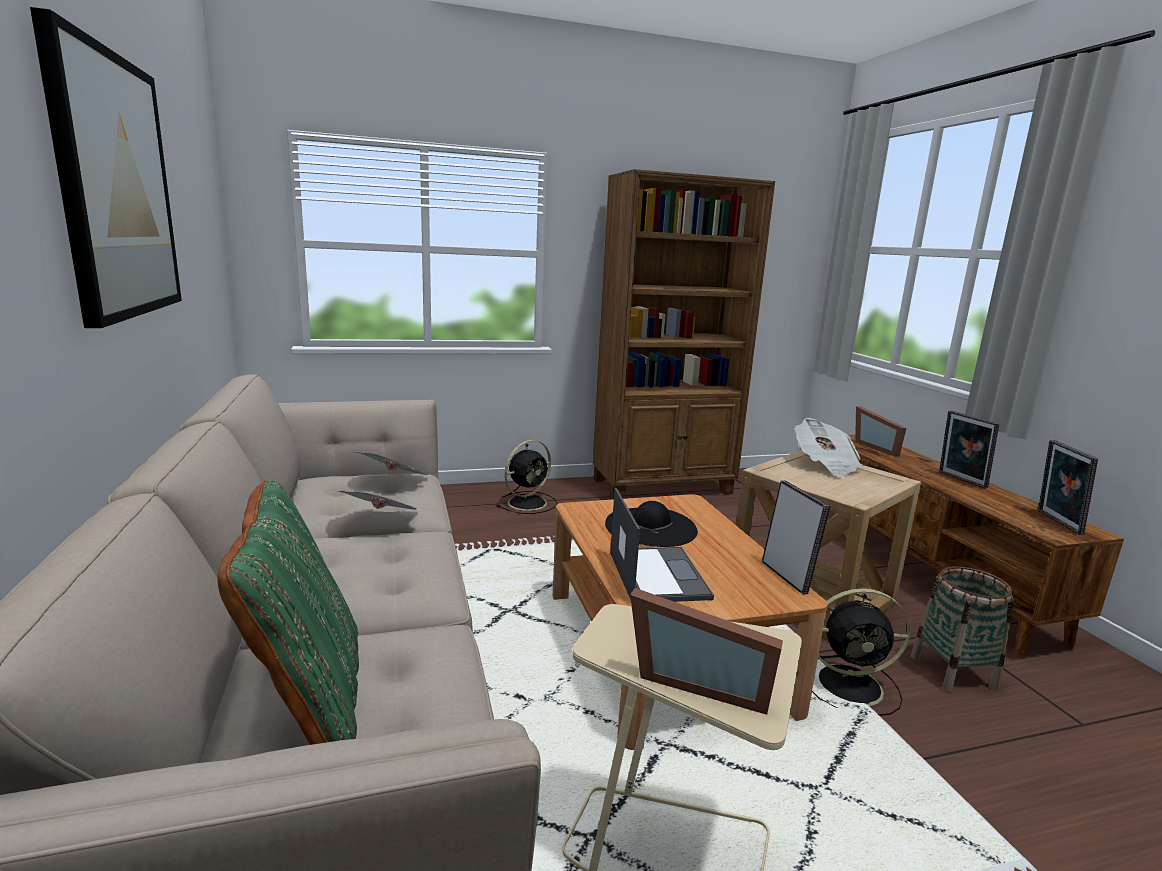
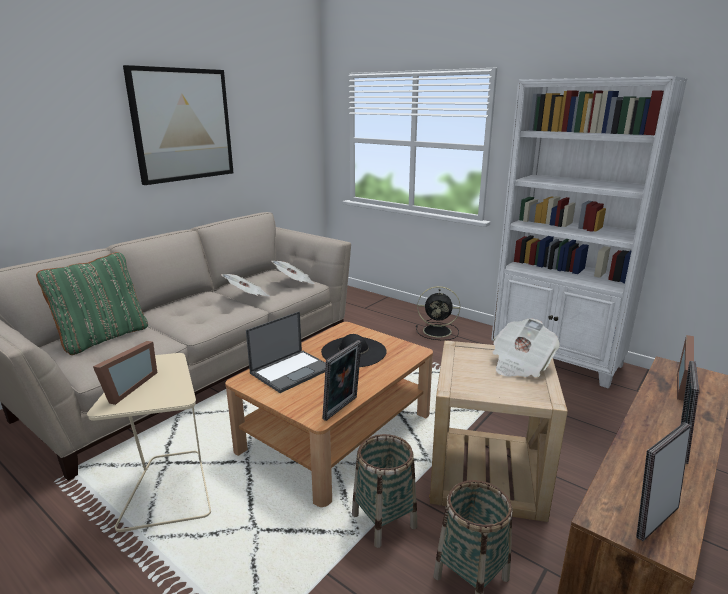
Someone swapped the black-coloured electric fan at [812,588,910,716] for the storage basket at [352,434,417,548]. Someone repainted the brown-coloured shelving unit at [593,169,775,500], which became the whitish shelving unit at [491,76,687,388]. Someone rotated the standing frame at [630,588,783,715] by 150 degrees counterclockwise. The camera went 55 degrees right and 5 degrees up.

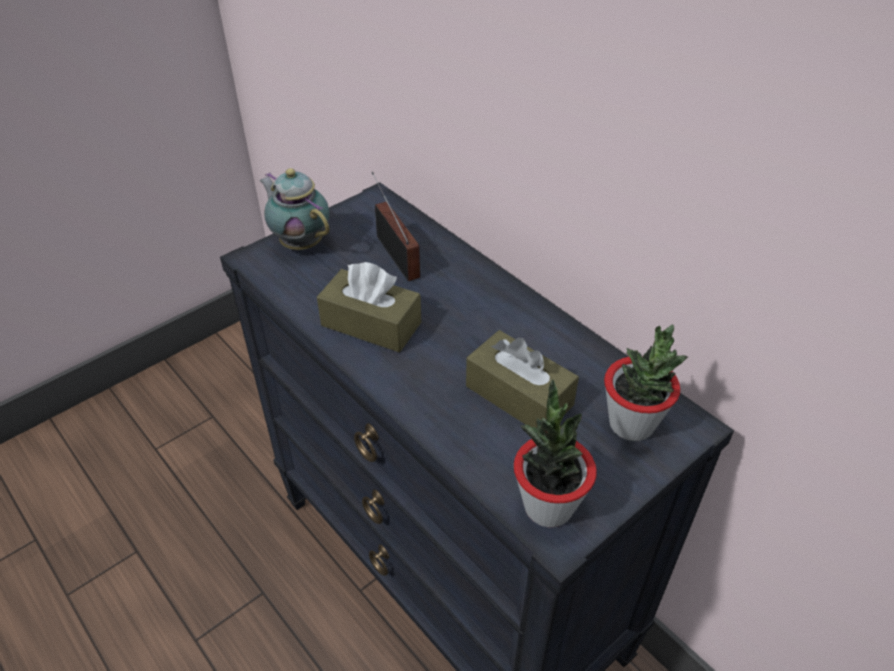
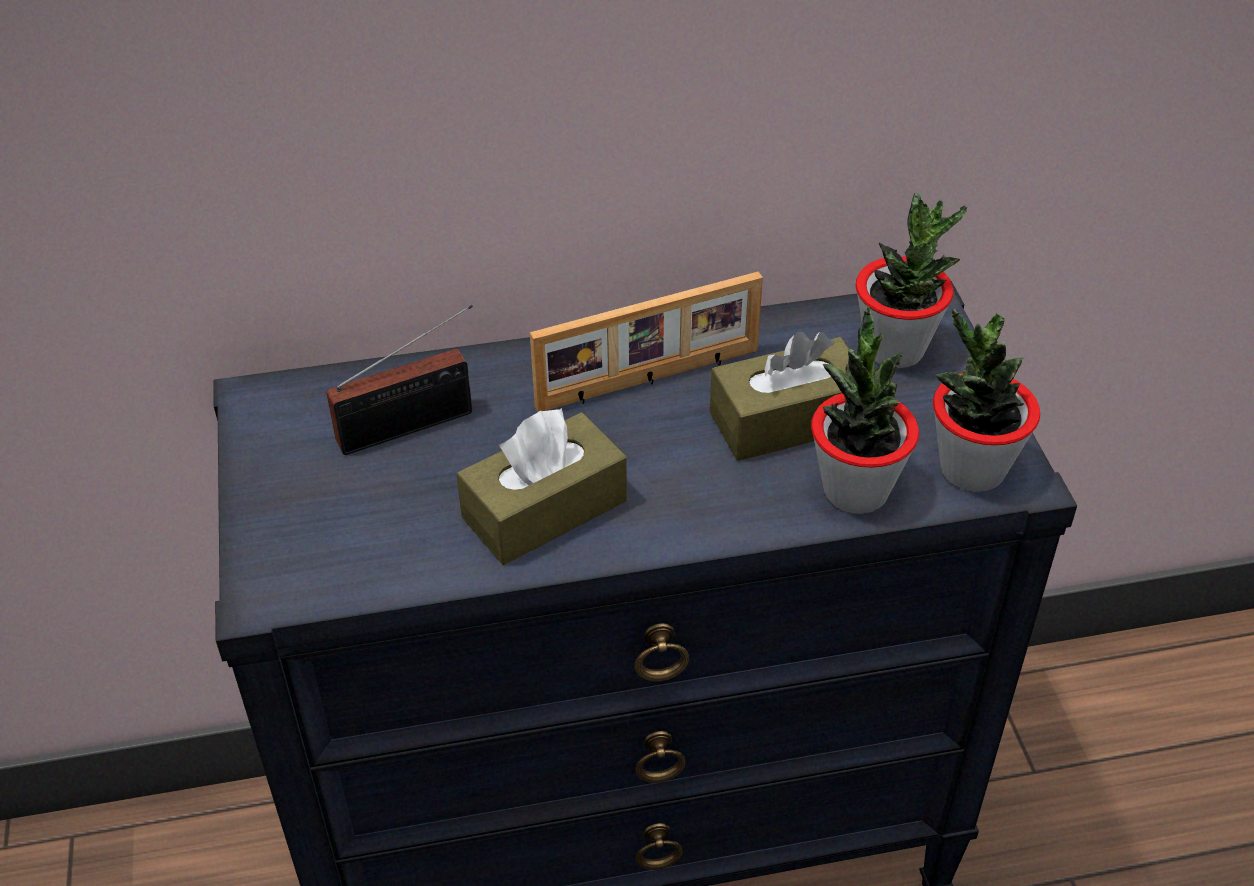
Someone took away the tea pot at [259,168,330,250]. Someone put down the standing frame at [530,272,763,412]. Someone put down the houseplant at [811,306,919,514]. Someone rotated the radio receiver at [372,172,420,281] by 150 degrees clockwise. The camera went 60 degrees left and 0 degrees up.

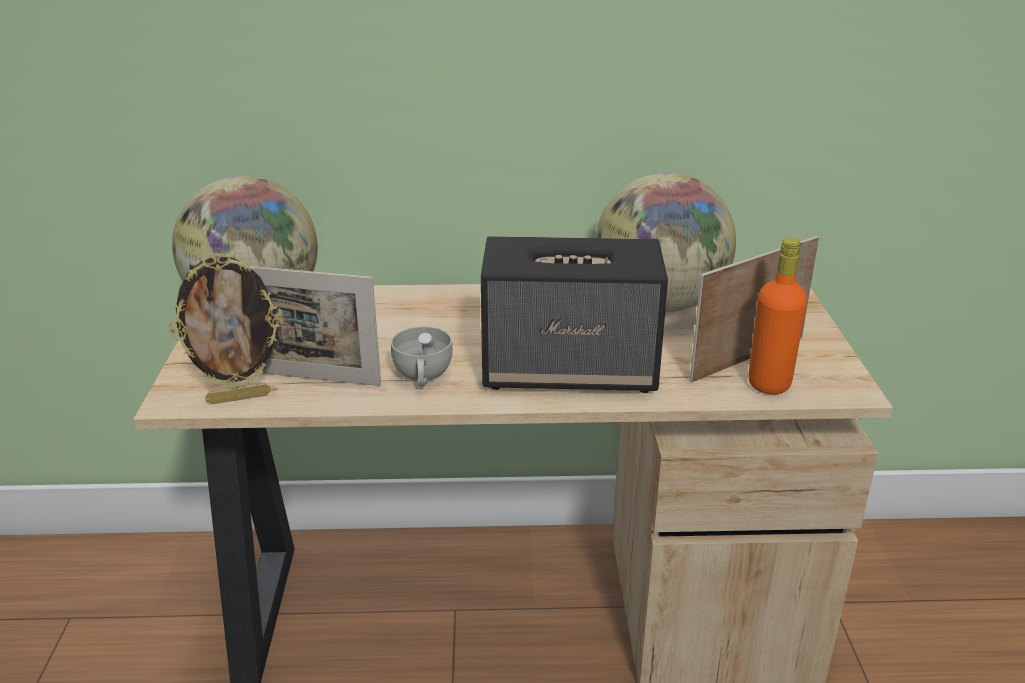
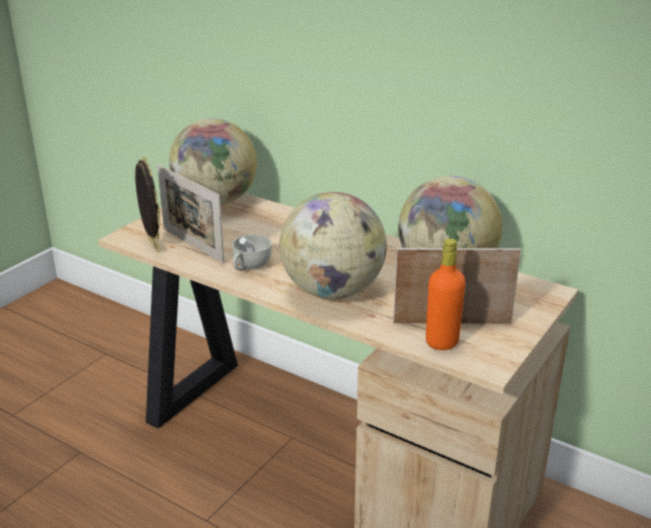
Someone swapped the loudspeaker at [481,236,668,393] for the desk globe at [280,192,387,299]. Someone rotated the standing frame at [169,252,283,404] by 135 degrees counterclockwise. The camera went 35 degrees right and 0 degrees up.

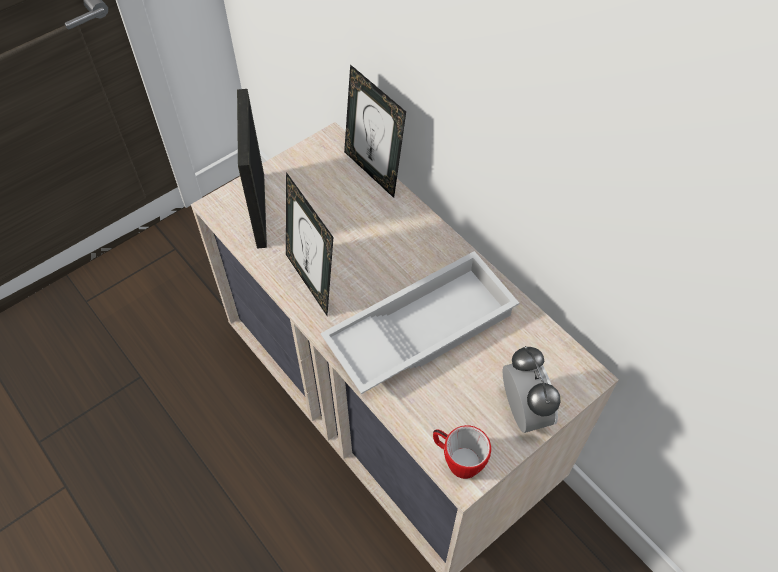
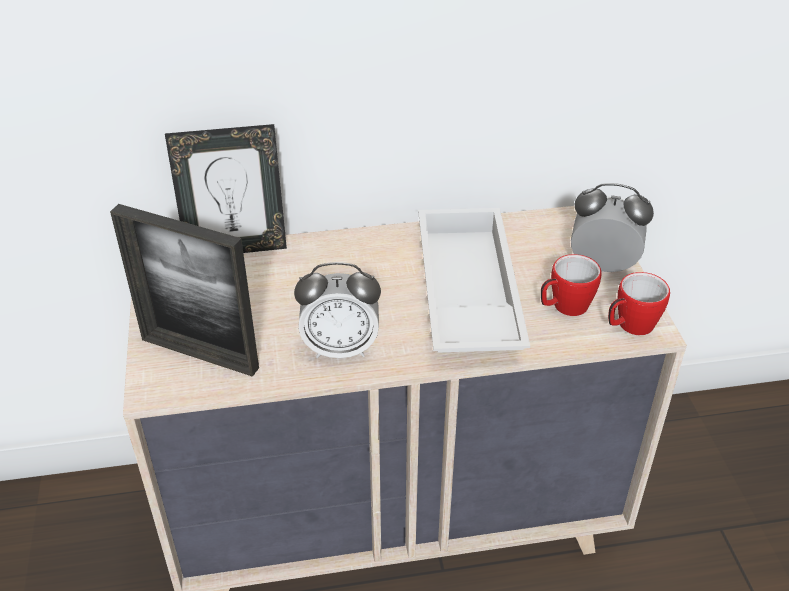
Someone put down the tea mug at [541,254,602,316]. Someone swapped the standing frame at [286,172,333,316] for the alarm clock at [294,262,381,358]. The camera went 60 degrees left and 15 degrees down.

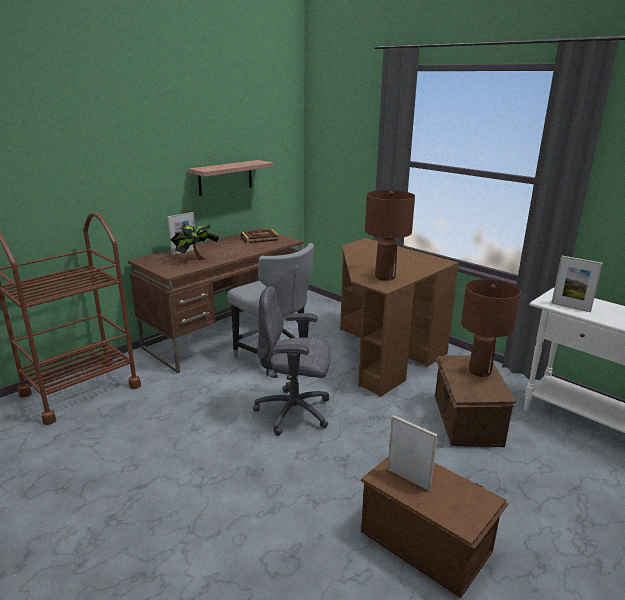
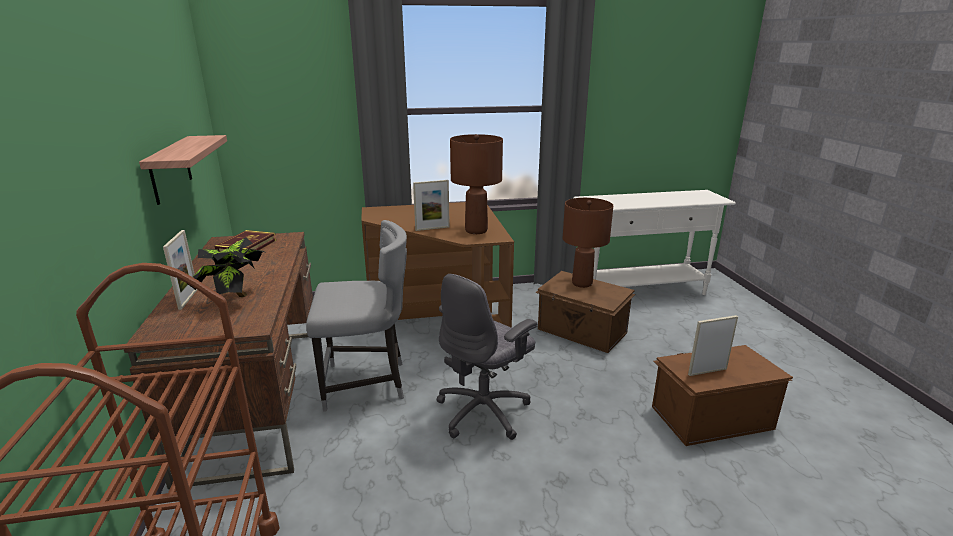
Someone carried the standing frame from [552,256,603,312] to [413,180,450,231]. The camera went 55 degrees left and 0 degrees up.

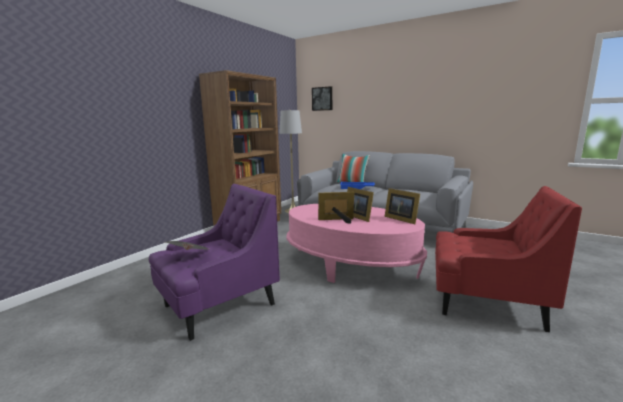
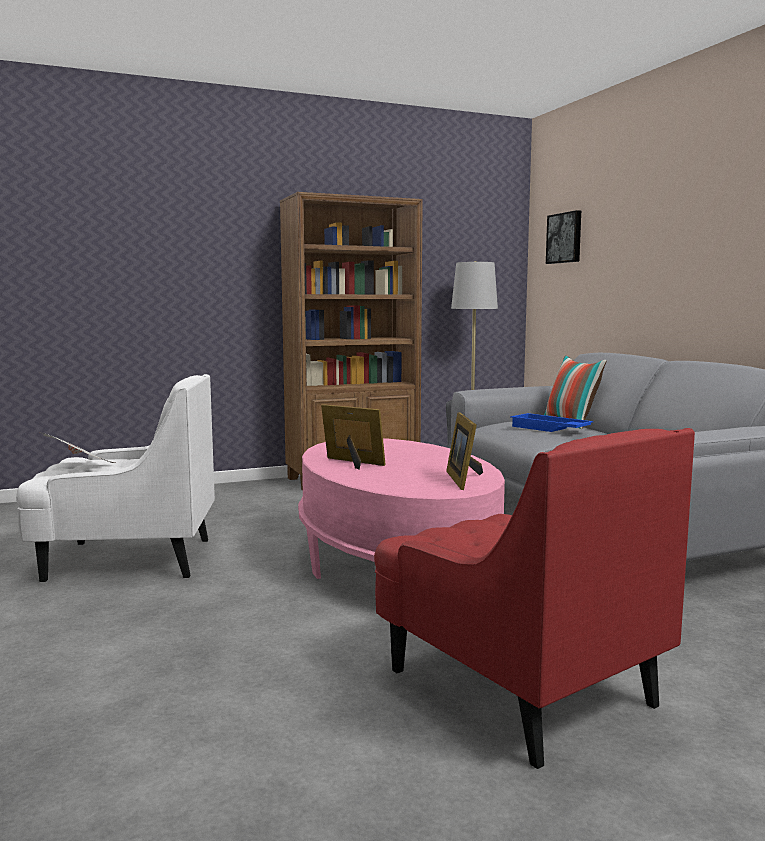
Someone took away the standing frame at [347,187,374,222]. Someone repainted the purple lounge chair at [149,184,280,341], which became the whitish lounge chair at [16,374,215,582]. The camera went 35 degrees right and 5 degrees down.

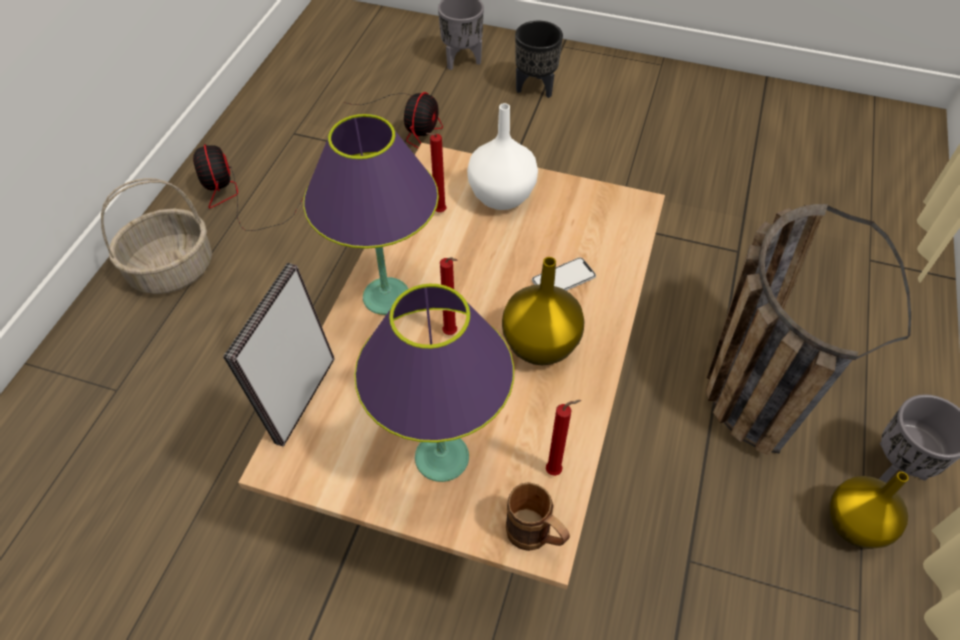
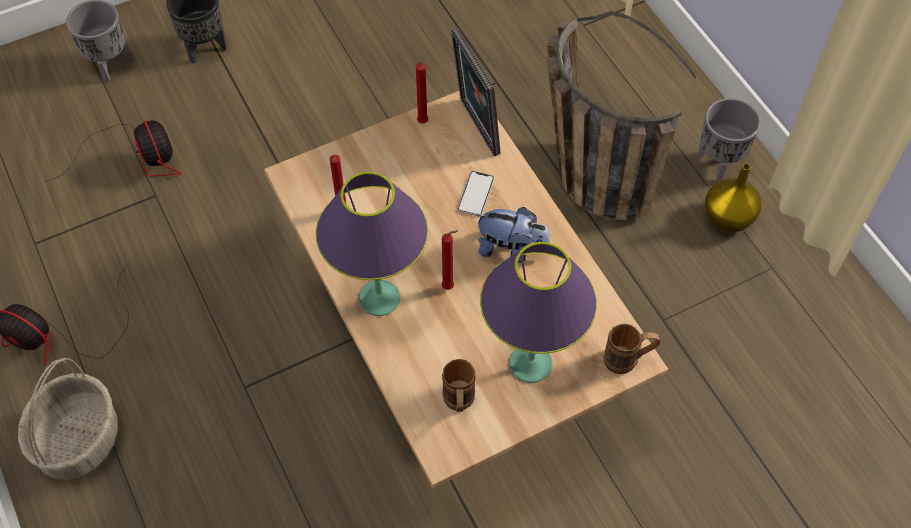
Someone took away the whitish flower vase at [467,103,538,210]. Someone put down the brown-coloured tea mug at [442,359,476,412]. Someone carried the standing frame from [223,263,334,447] to [451,28,501,156]. Someone carried the red-coloured wax light from [546,400,581,476] to [416,53,428,124]. Someone swapped the yellow-coloured flower vase at [502,257,585,365] for the plush toy at [475,207,550,263]. The camera went 45 degrees left and 5 degrees up.

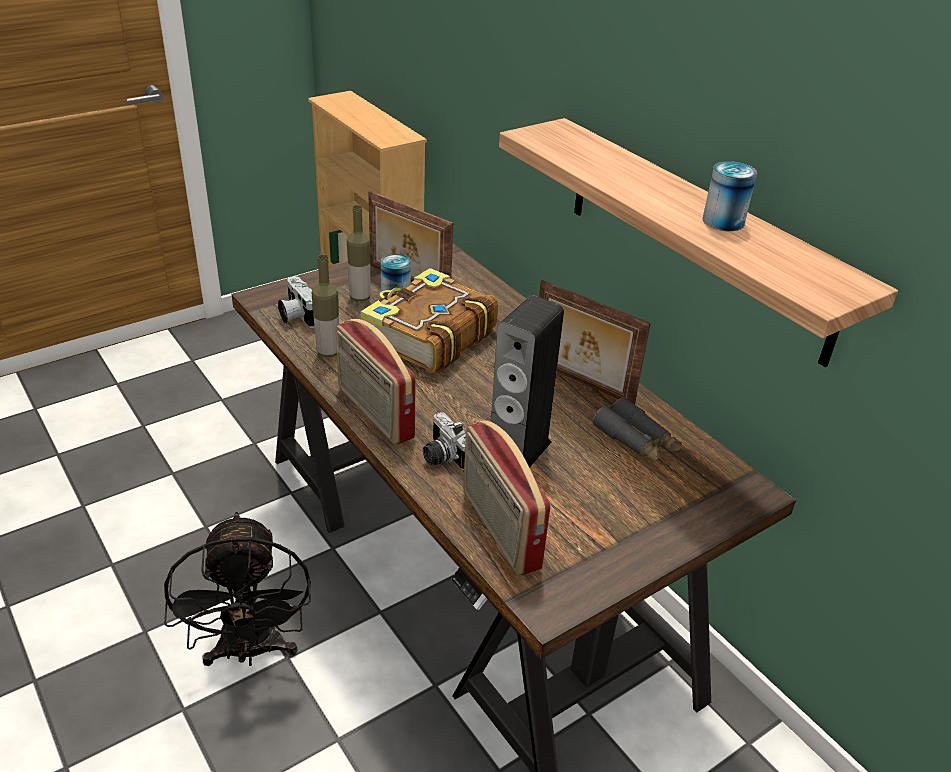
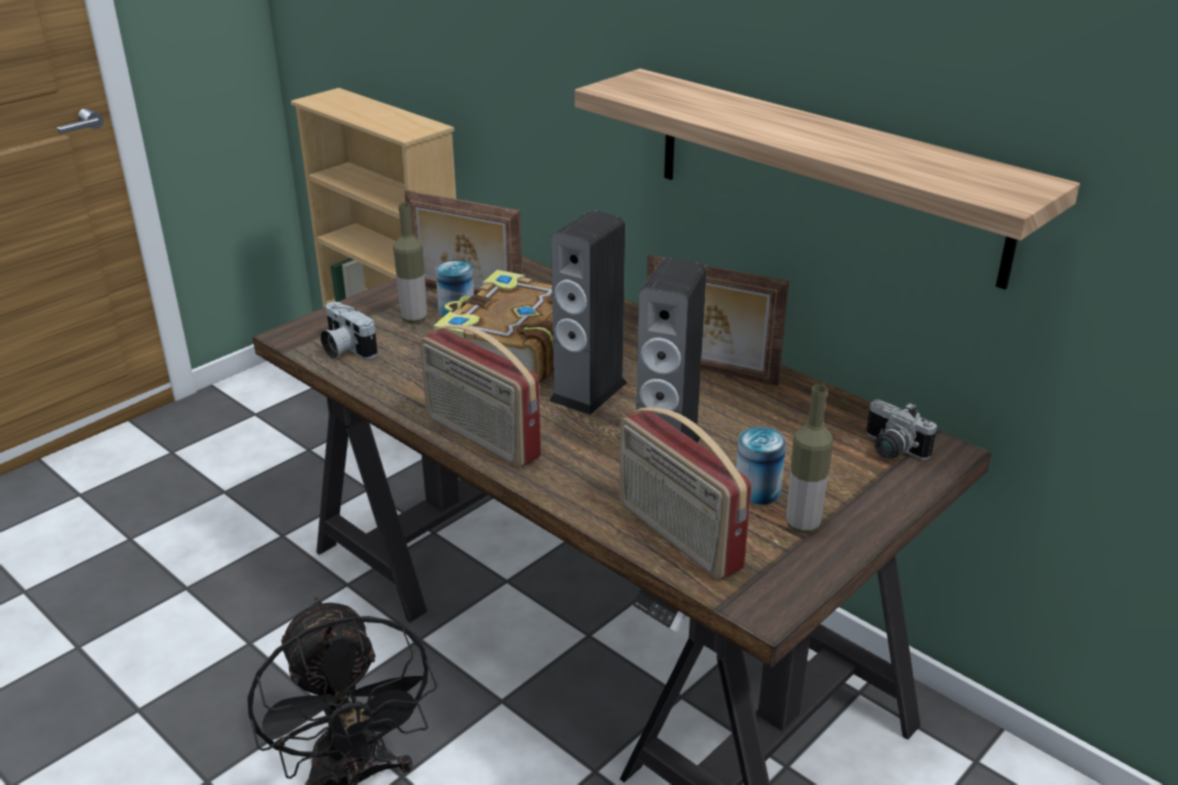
Someone took away the grey binoculars at [593,397,682,463]. Someone put down the loudspeaker at [549,210,627,415]. Someone carried the drink bottle from [312,255,339,357] to [786,385,833,533]. Someone carried the photo camera from [423,412,466,471] to [866,399,937,460]. Someone carried the can from [703,161,757,231] to [736,427,786,505]. The camera went 10 degrees left and 5 degrees down.

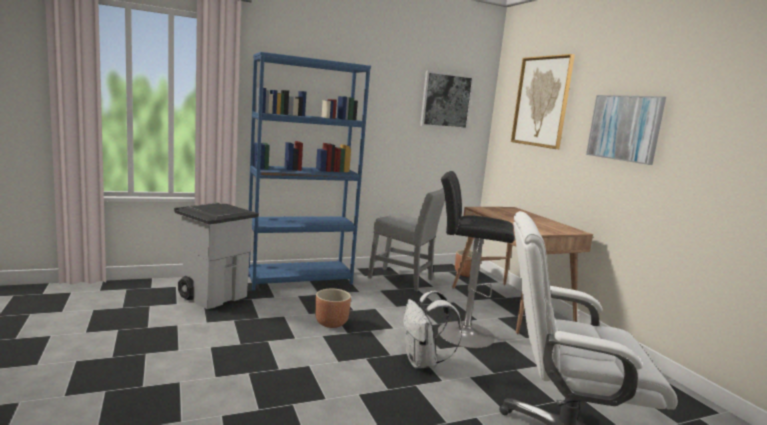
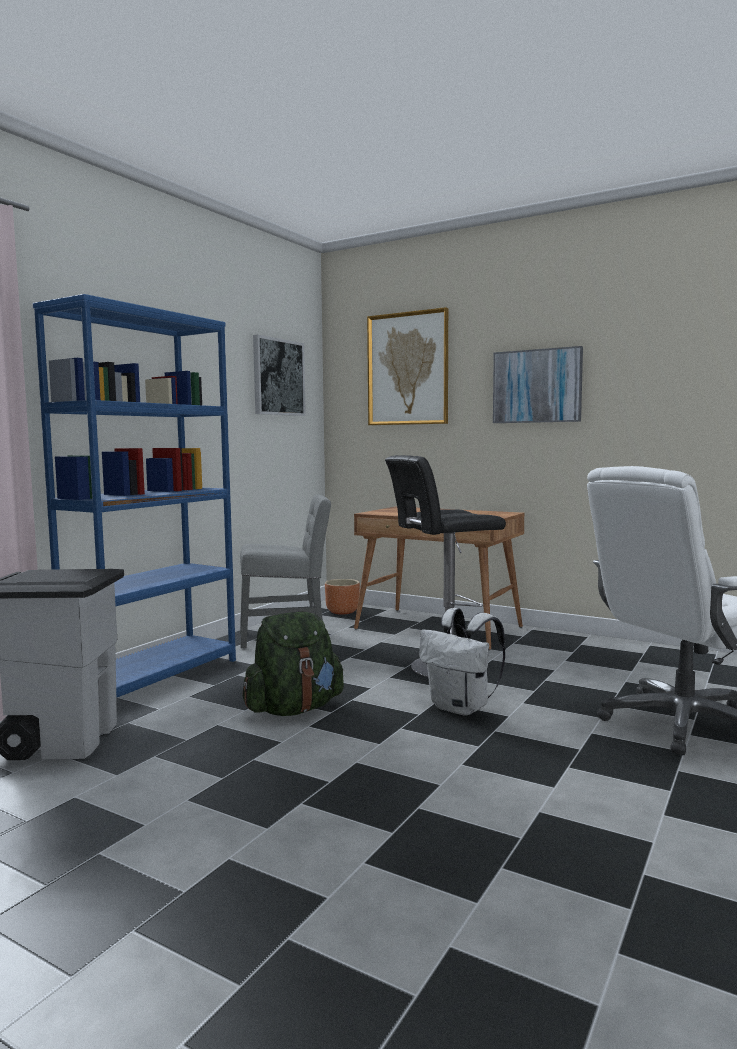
Someone swapped the brown-coloured flower pot at [315,289,351,328] for the green rucksack at [243,612,344,716]. The camera went 35 degrees left and 5 degrees down.

